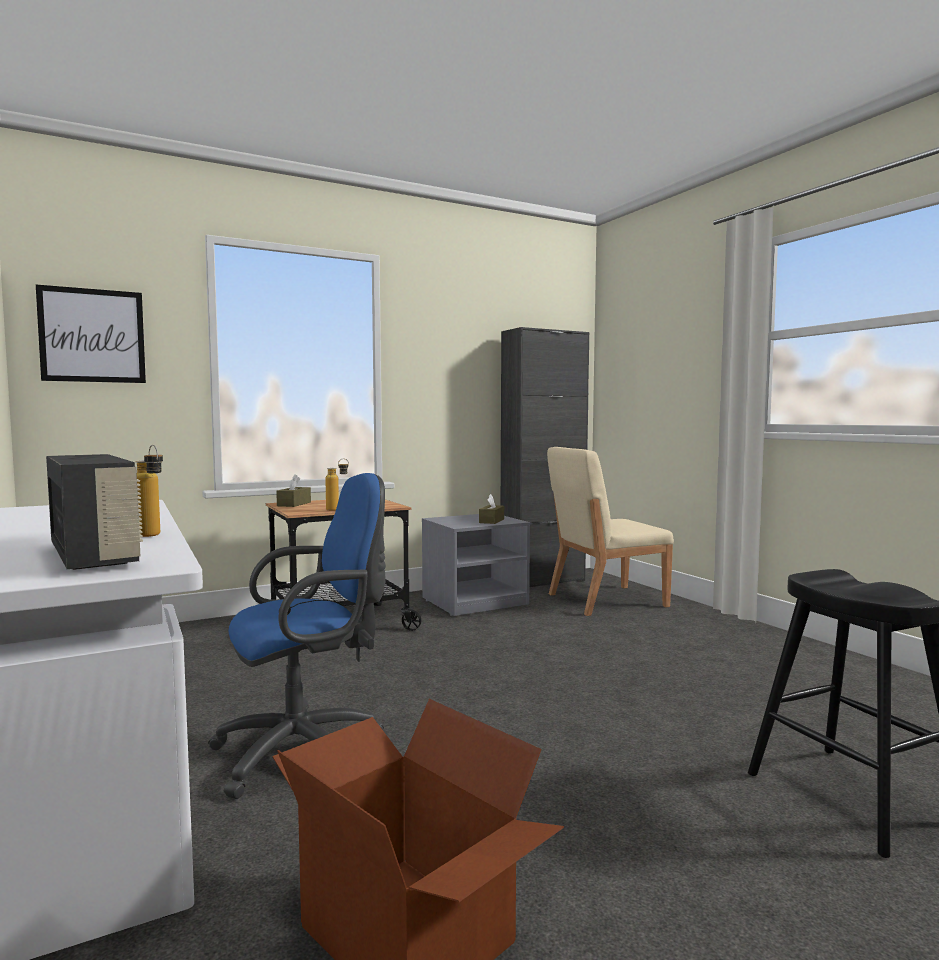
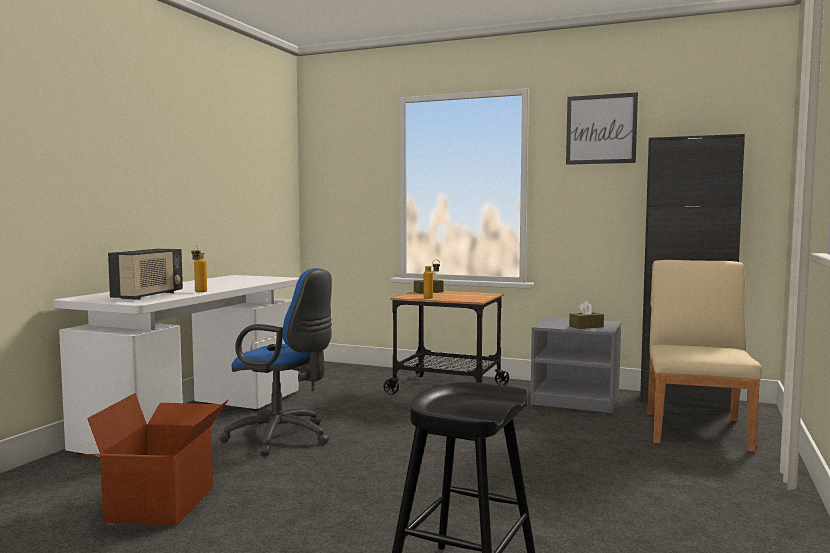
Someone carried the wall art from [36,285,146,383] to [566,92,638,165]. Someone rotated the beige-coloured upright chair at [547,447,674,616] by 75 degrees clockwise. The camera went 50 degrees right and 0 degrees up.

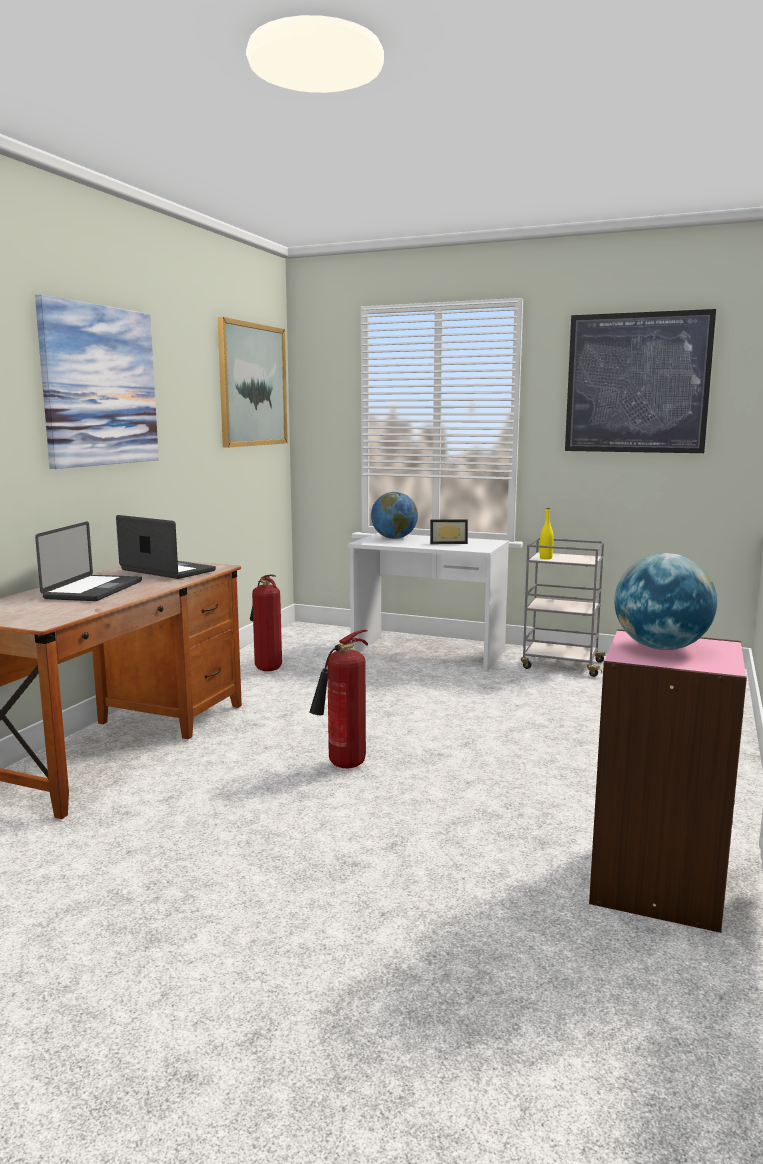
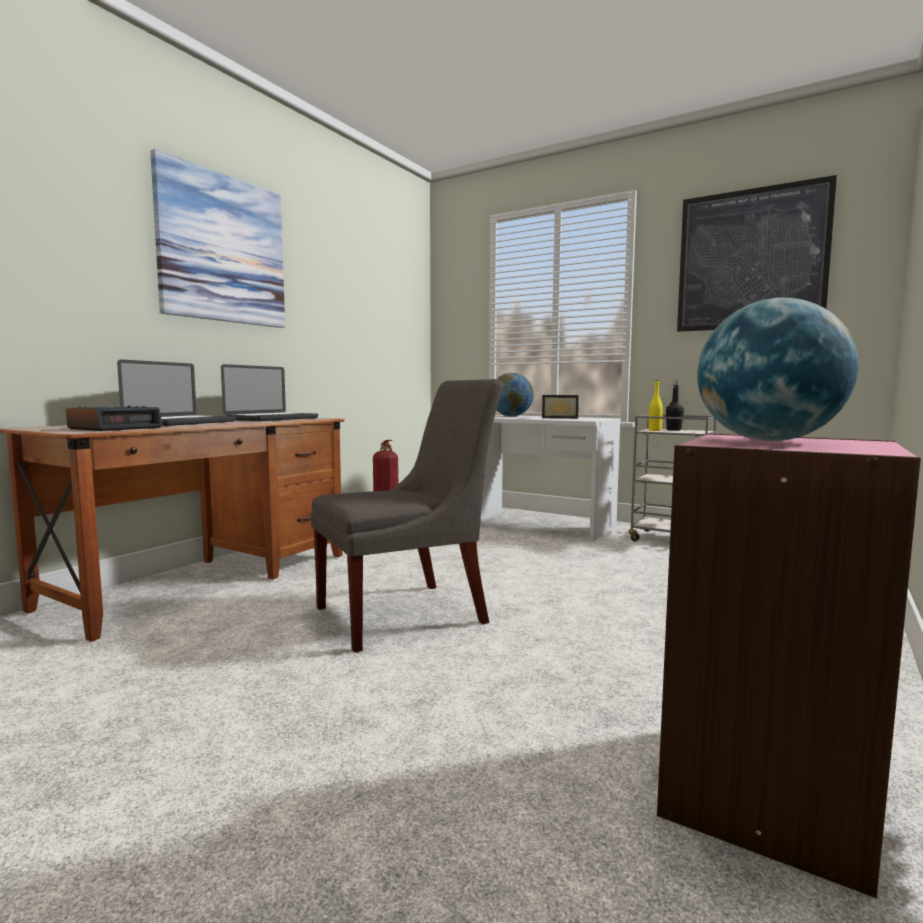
Someone took away the wall art at [217,317,288,448]. Someone put down the alarm clock at [66,406,163,431]. Someone put down the black-coloured drink bottle at [666,381,684,431]. Someone swapped the fire-fighting cylinder at [310,630,368,768] for the grey upright chair at [311,379,503,653]. Someone rotated the laptop at [116,515,216,579] by 75 degrees clockwise. The camera went 10 degrees right and 5 degrees down.

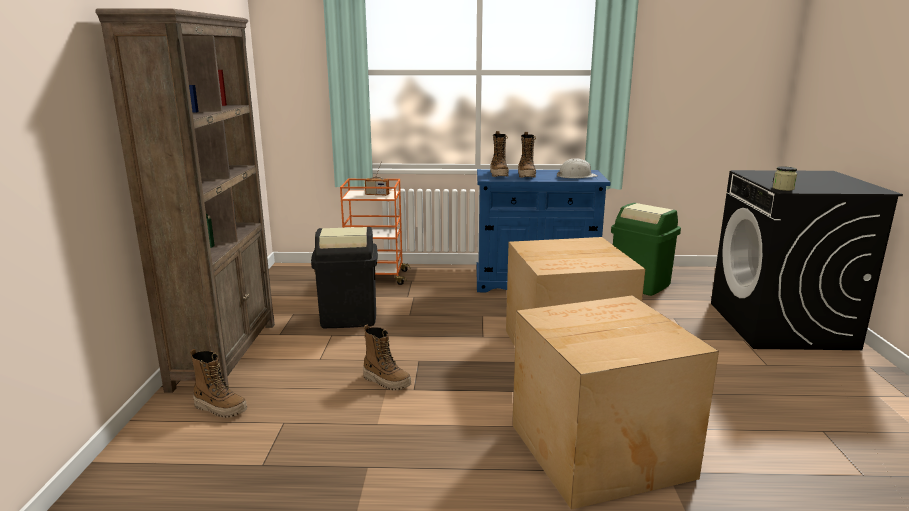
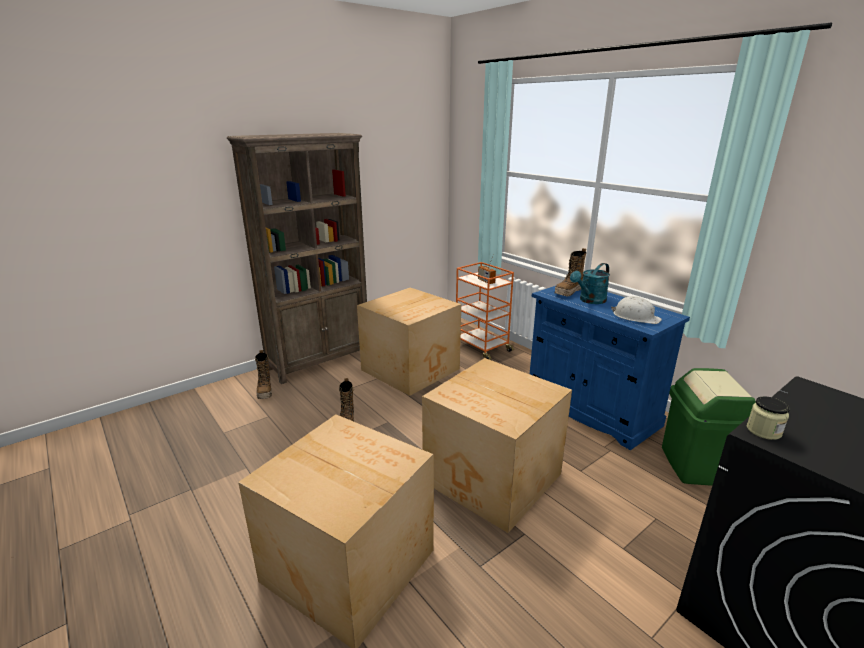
Someone swapped the black-coloured waste bin at [311,227,378,328] for the packing box at [357,288,461,396]. Someone swapped the boot at [518,132,536,178] for the turquoise sprinkling can at [570,263,610,304]. The camera went 50 degrees right and 5 degrees up.

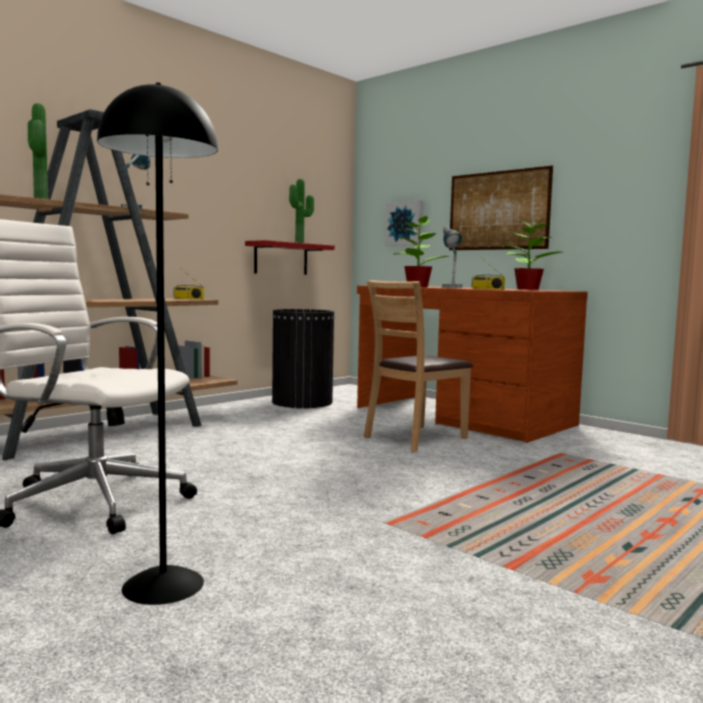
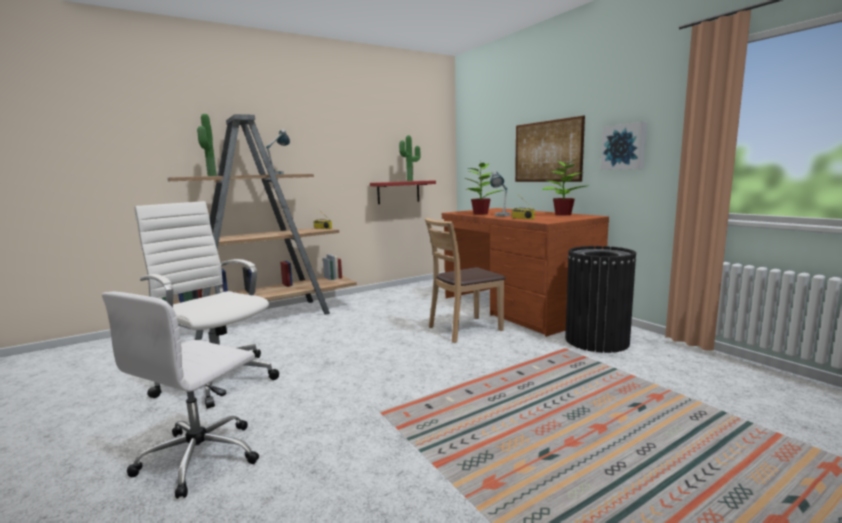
Someone carried the black-coloured waste bin from [272,309,335,408] to [565,246,636,353]. Someone carried the wall art from [385,200,423,246] to [600,122,647,170]. Someone swapped the black-coloured floor lamp at [97,83,218,605] for the whitish desk chair at [102,291,259,499]. The camera went 15 degrees right and 5 degrees up.

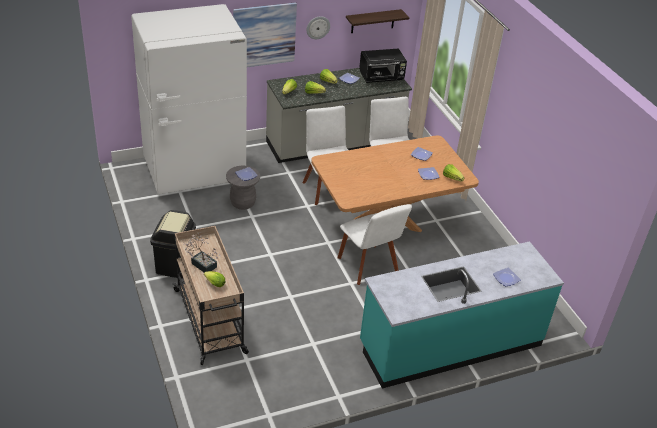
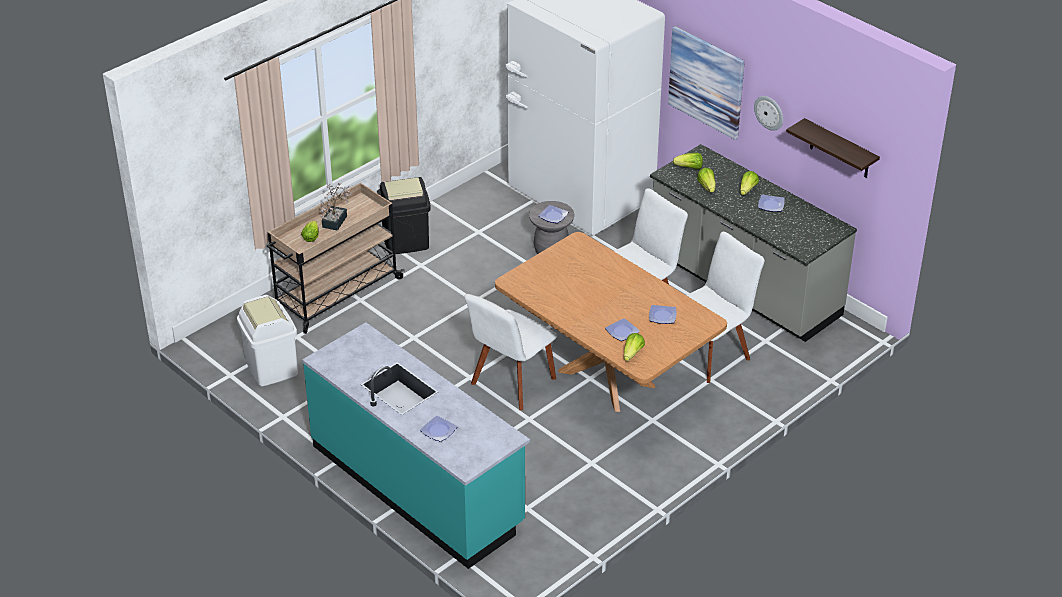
Someone took away the black-coloured microwave at [359,48,407,83]. Someone put down the whitish waste bin at [237,295,298,386]. The camera went 70 degrees right and 0 degrees up.

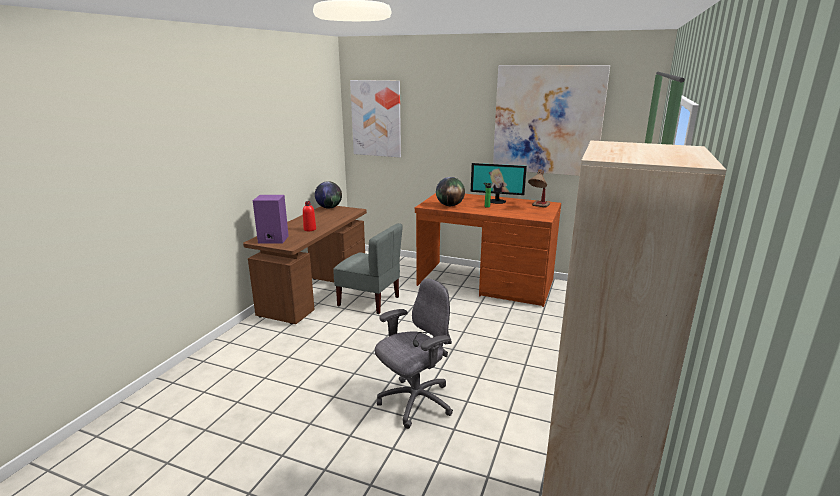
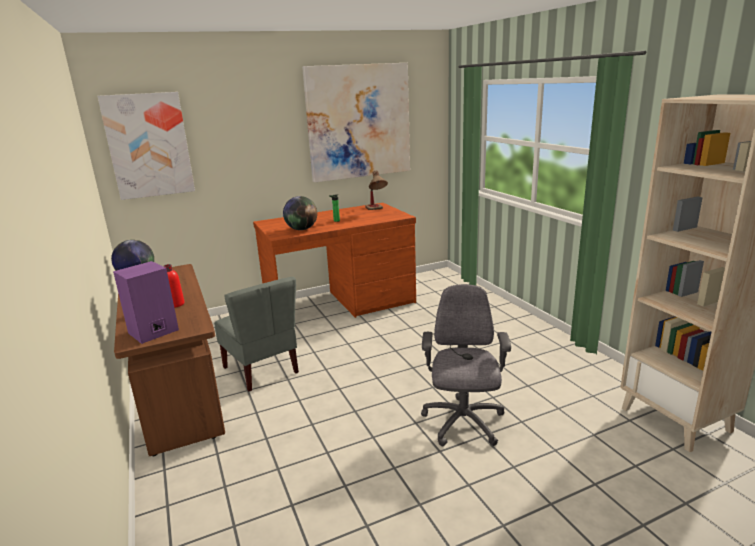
Someone took away the monitor at [471,163,527,204]. Someone rotated the grey upright chair at [334,223,403,314] by 75 degrees clockwise. The camera went 45 degrees left and 0 degrees up.

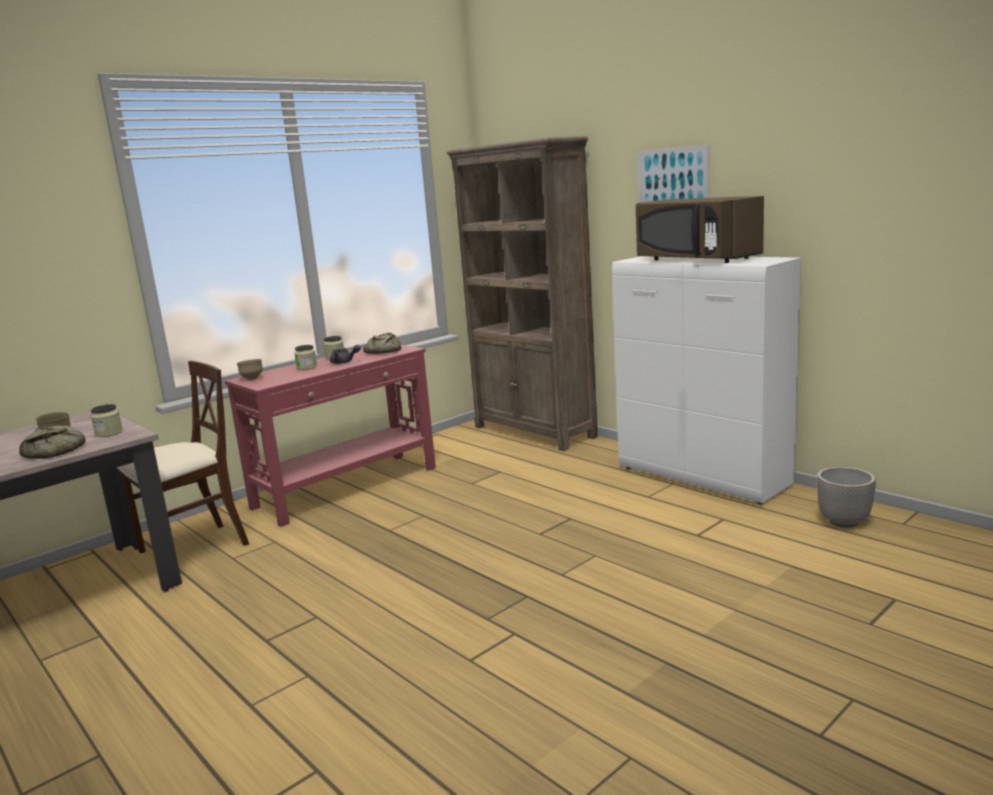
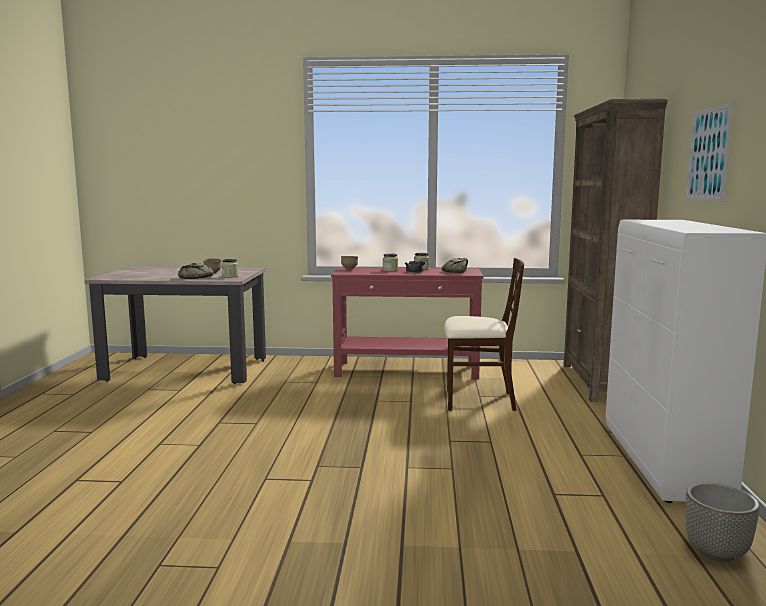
Someone took away the brown-coloured microwave at [636,196,764,263]. Someone carried the beige-coloured upright chair from [117,361,249,554] to [444,258,524,411]. The camera went 45 degrees right and 5 degrees down.

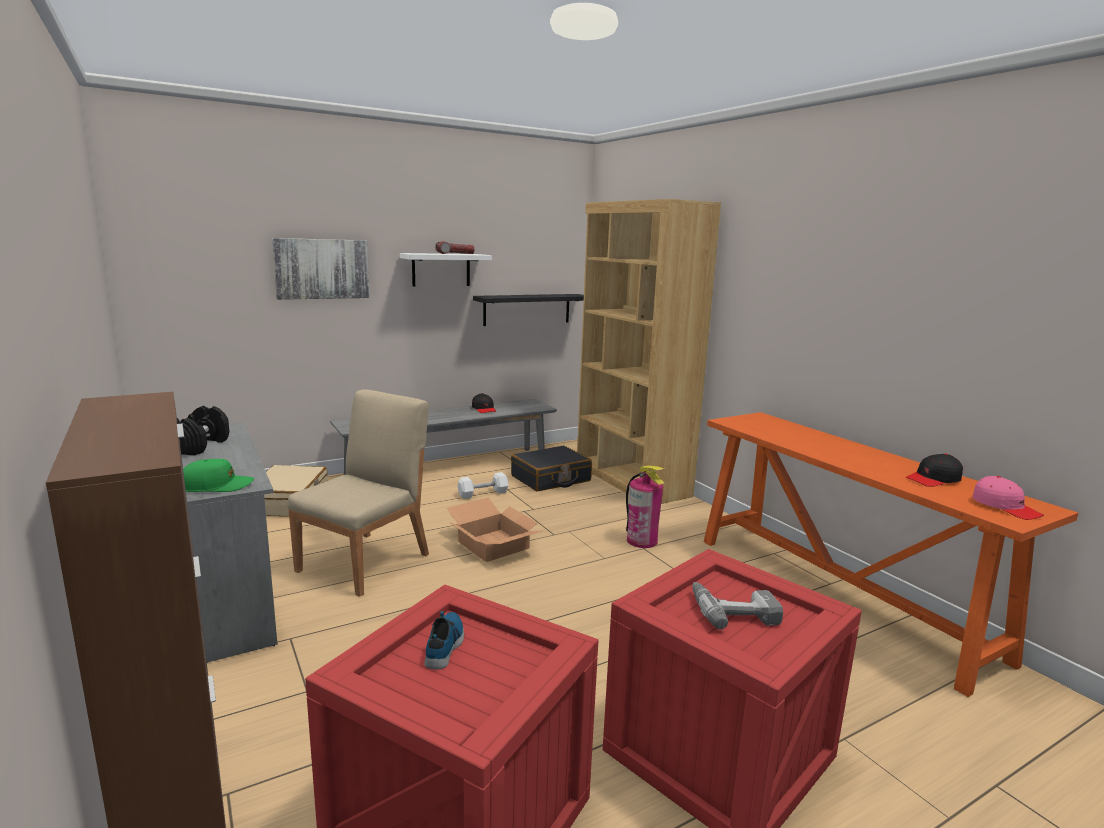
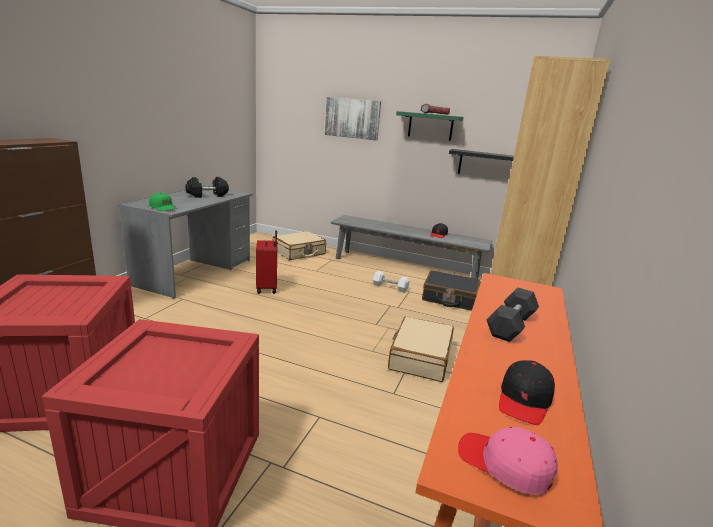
Someone took away the shoe at [424,611,464,670]. Someone took away the packing box at [447,498,544,562]. Someone took away the power drill at [692,582,783,629]. Someone put down the black-coloured hand weight at [487,288,539,342]. Someone swapped the beige-coloured upright chair at [287,389,429,597] for the red-coloured piece of luggage at [256,230,278,294]. Someone swapped the fire-fighting cylinder at [626,466,665,548] for the beige-coloured piece of luggage at [388,316,454,382]. Someone repainted the whitish bracket shelf at [400,253,492,286], which became the green bracket shelf at [396,111,463,141]. Someone rotated the black-coloured peaked cap at [905,454,963,487] by 90 degrees counterclockwise. Someone rotated the pink-coloured peaked cap at [972,476,1044,520] by 105 degrees clockwise. The camera went 50 degrees right and 5 degrees up.

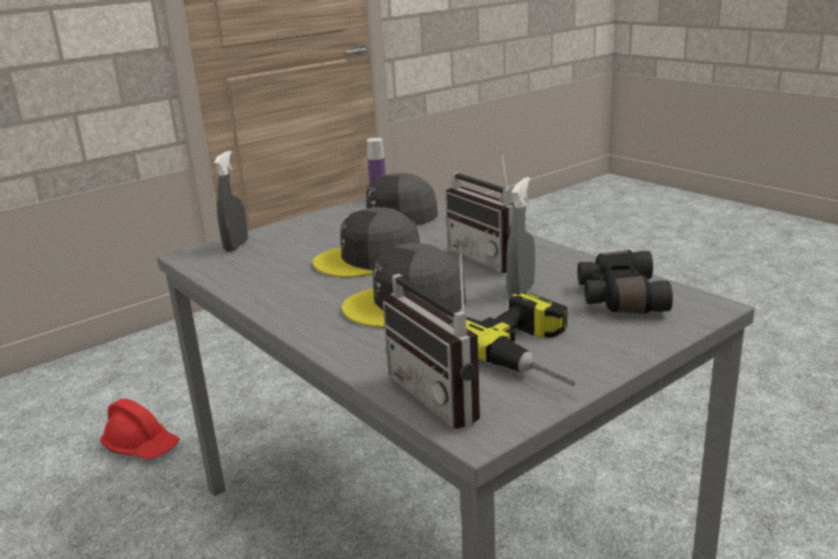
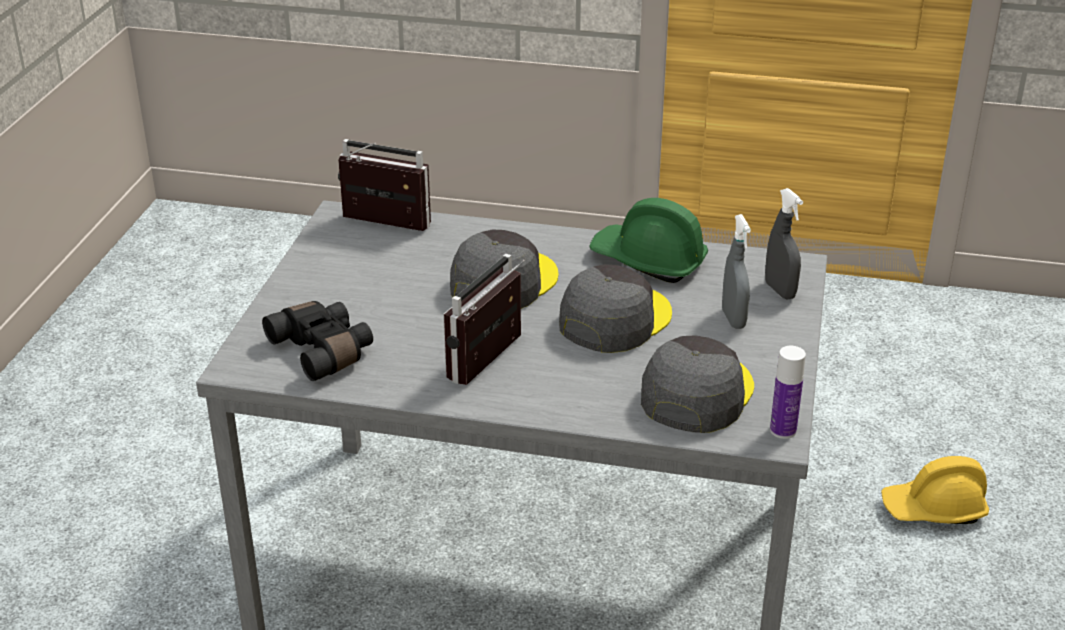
Someone took away the power drill at [466,292,575,386]. Someone put down the green hard hat at [589,198,708,283]. Someone carried the grey spray bottle from [506,177,535,297] to [722,214,751,329]. Someone repainted the red-coloured hard hat at [100,399,179,459], which became the yellow-coloured hard hat at [881,456,989,524]. Someone rotated the radio receiver at [446,150,514,273] by 75 degrees counterclockwise. The camera went 140 degrees right and 10 degrees up.

